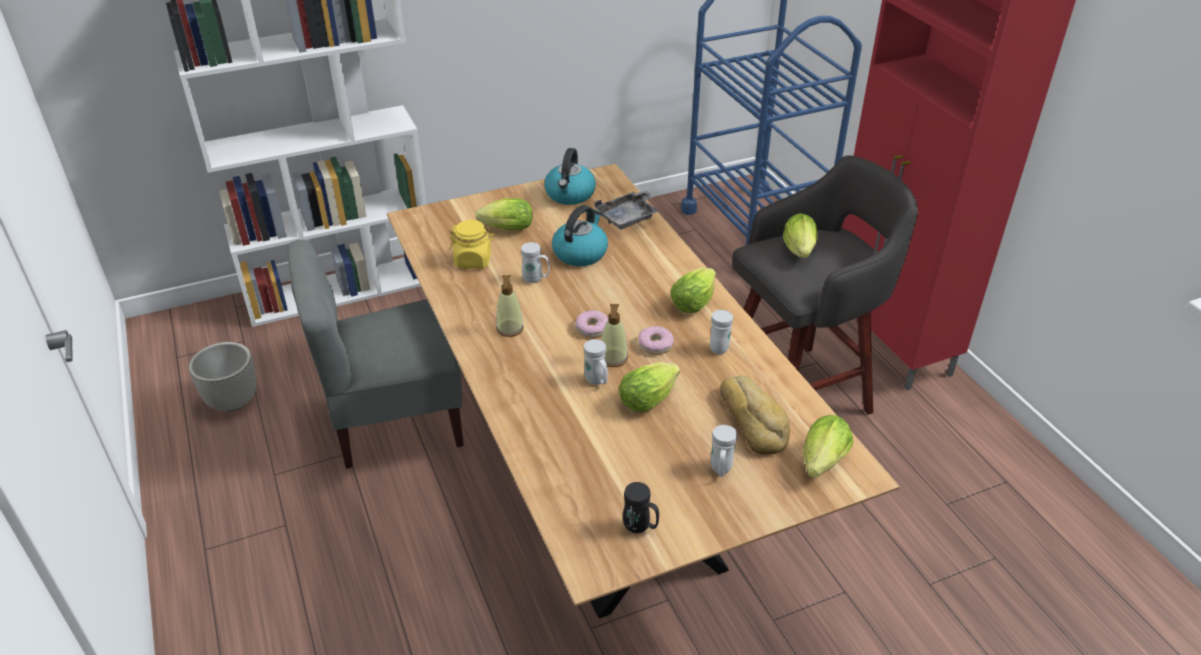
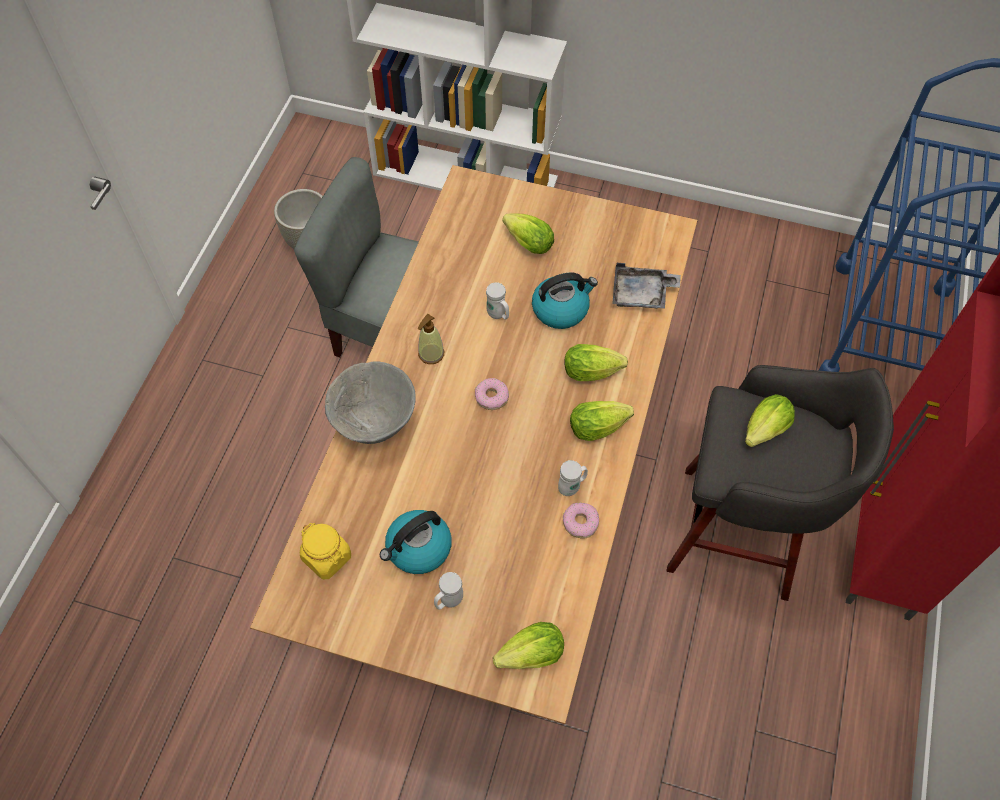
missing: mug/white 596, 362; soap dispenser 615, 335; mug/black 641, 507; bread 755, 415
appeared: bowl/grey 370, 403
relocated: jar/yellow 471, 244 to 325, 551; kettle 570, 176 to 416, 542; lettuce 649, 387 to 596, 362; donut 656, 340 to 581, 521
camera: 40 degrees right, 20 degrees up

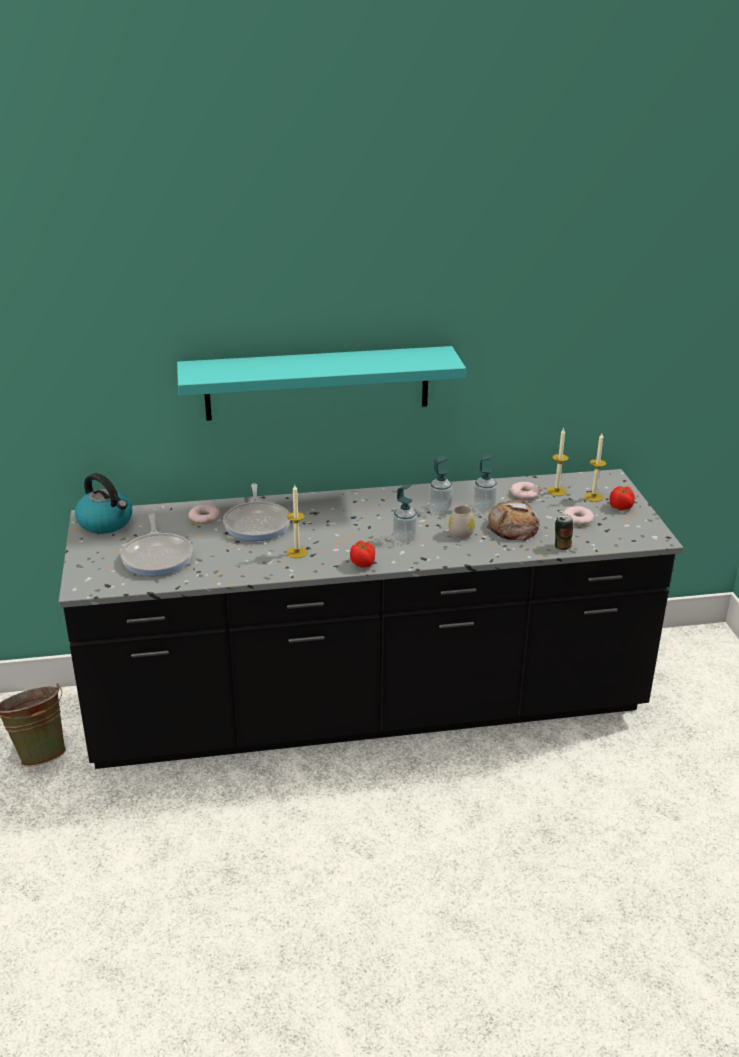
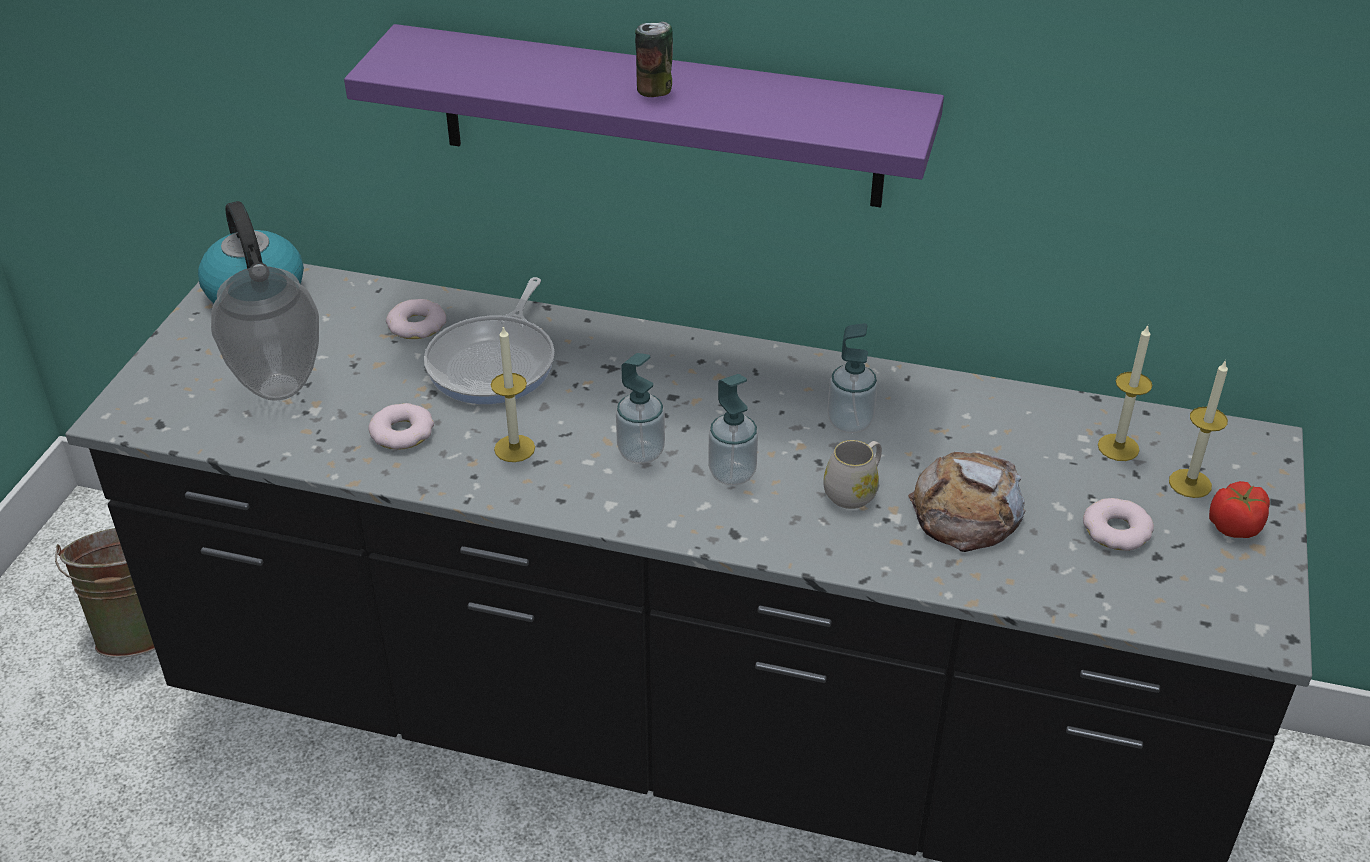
missing: tomato 362, 554
relocated: soap dispenser 485, 483 to 640, 408; donut 525, 491 to 401, 426; can 564, 532 to 654, 59
exchanged: frying pan 156, 545 to vase 265, 333
colour: shelf/turquoise 321, 383 to shelf/purple 644, 116
camera: 25 degrees right, 10 degrees up

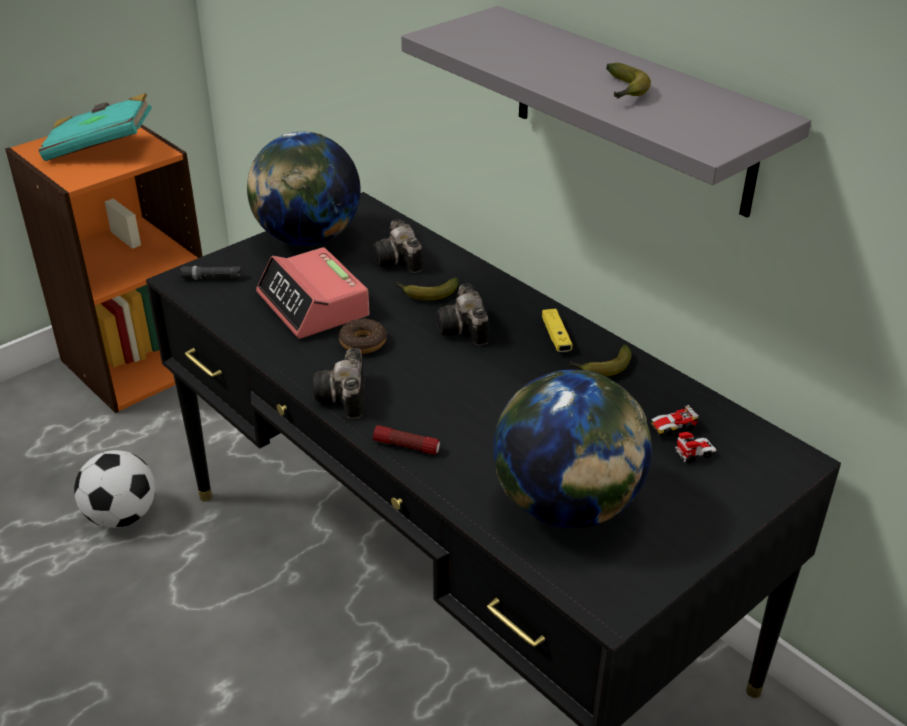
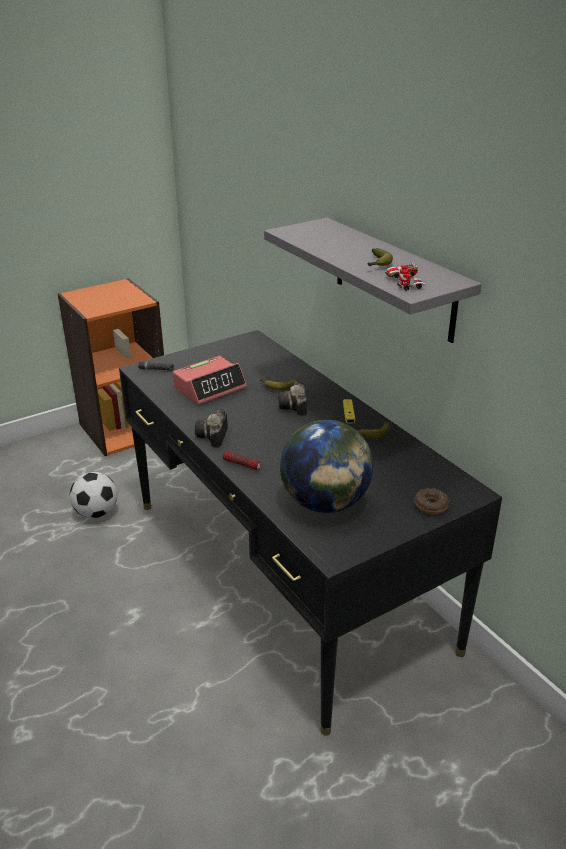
missing: book/turquoise 95, 127; globe 304, 189; photo camera 398, 246
relocated: donut 363, 336 to 432, 501; toy car 683, 434 to 405, 276
spun: alarm clock 312, 293 = 210, 380 105 degrees counterclockwise
camera: 10 degrees right, 5 degrees down

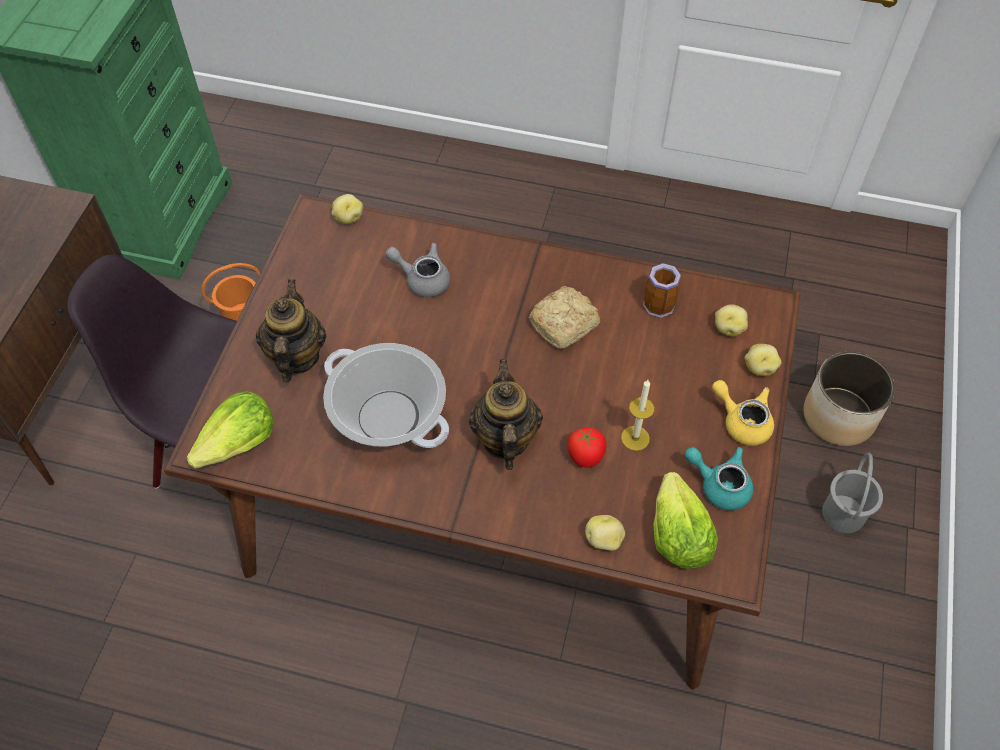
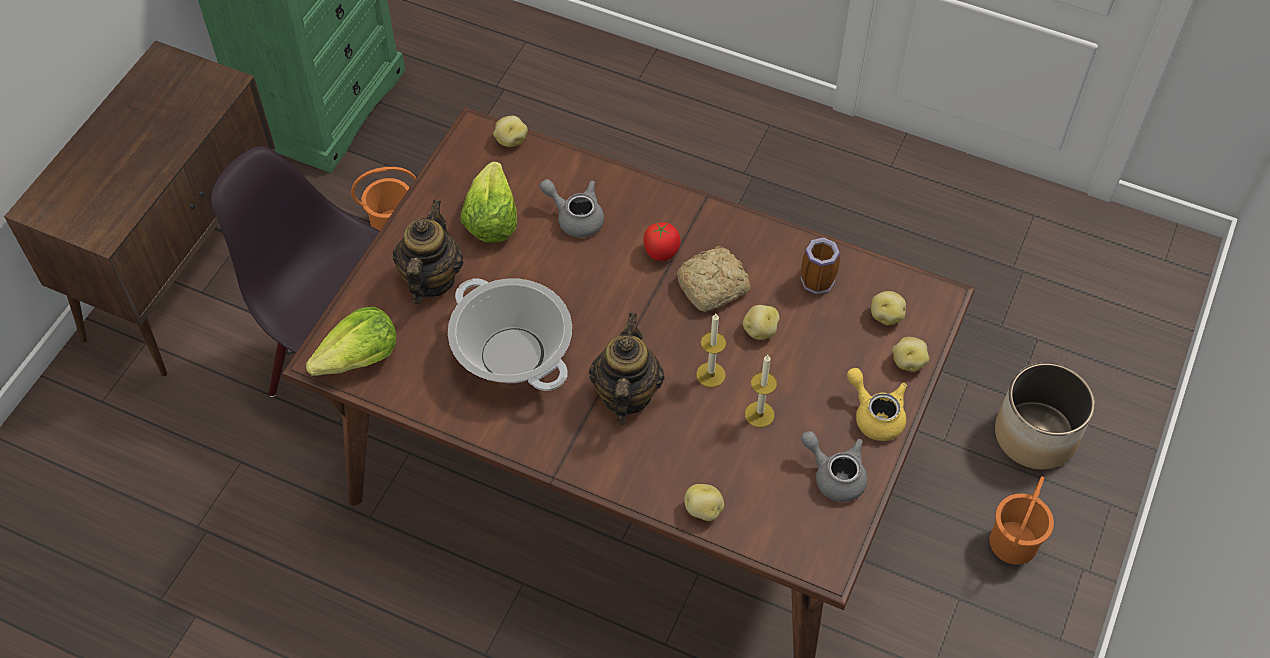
appeared: candle 711, 350; potato 761, 322
relocated: tomato 587, 447 to 662, 241; lettuce 685, 520 to 488, 202
colour: teapot/turquoise 719, 479 to teapot/grey 834, 466; bucket/grey 852, 493 to bucket/orange 1021, 520
camera: 10 degrees right, 0 degrees up

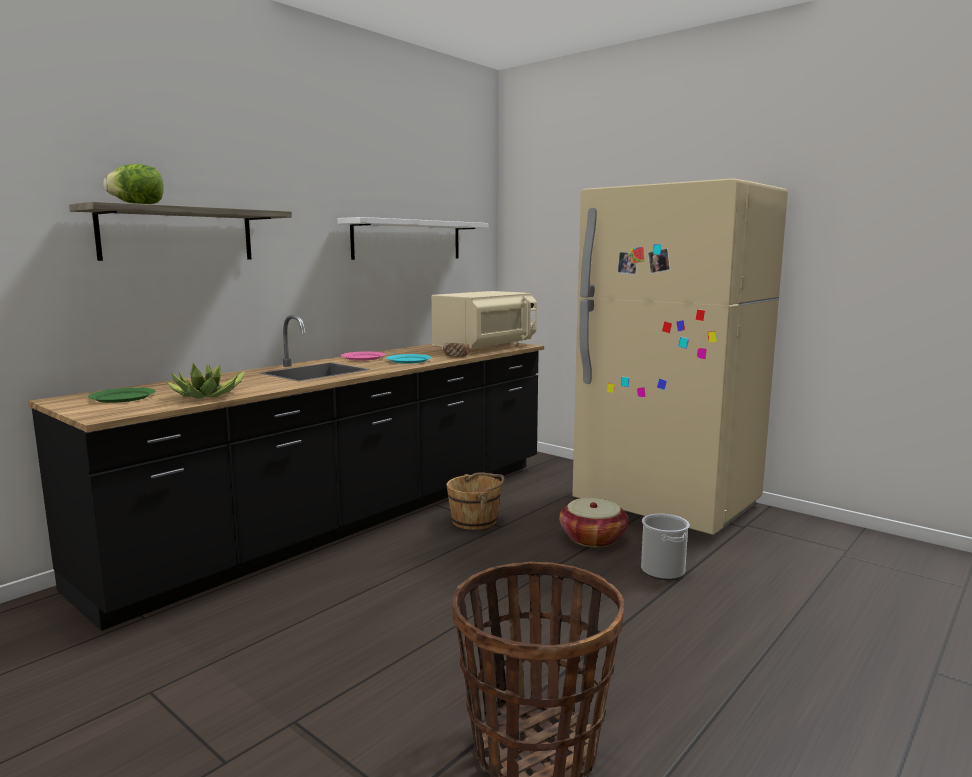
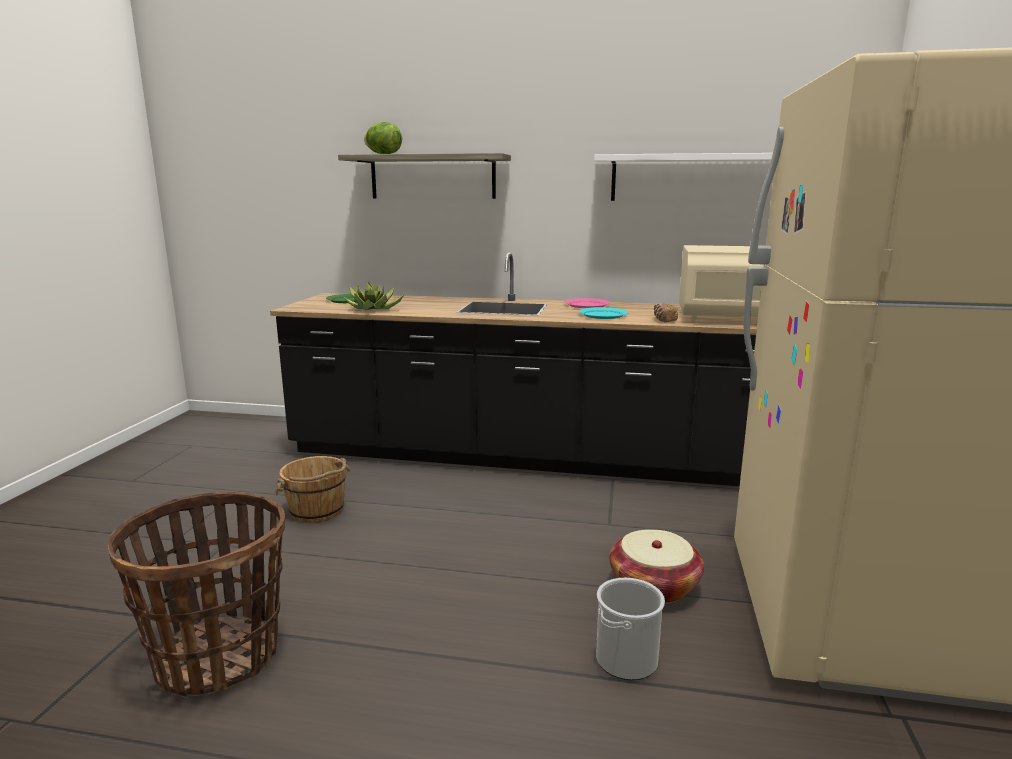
relocated: bucket/brown 475, 501 to 312, 489
camera: 60 degrees right, 5 degrees up

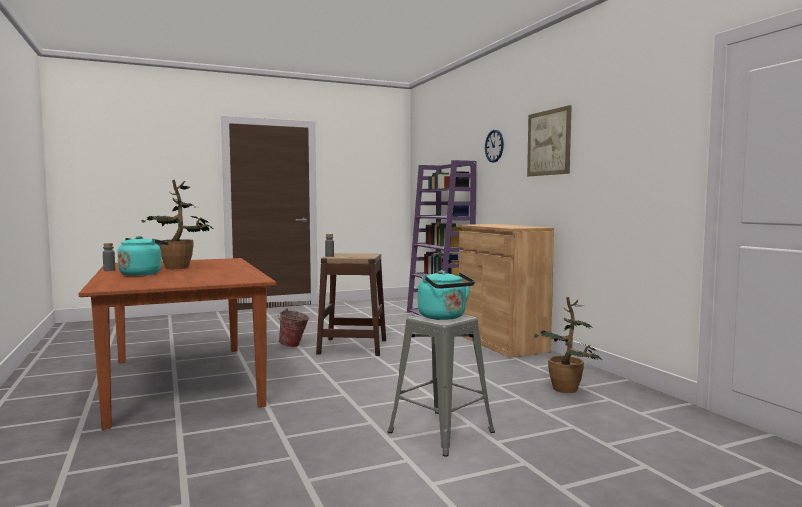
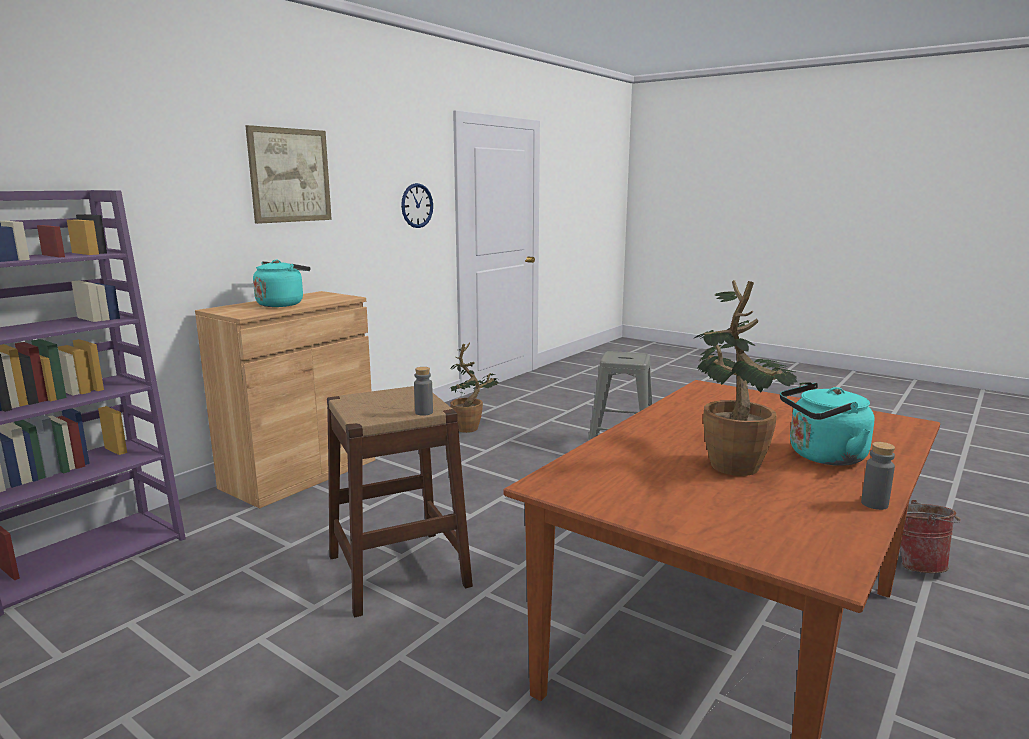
relocated: bucket 293, 327 to 930, 536; kettle/turquoise 446, 295 to 281, 283; wall clock 494, 146 to 417, 205
camera: 120 degrees left, 10 degrees up

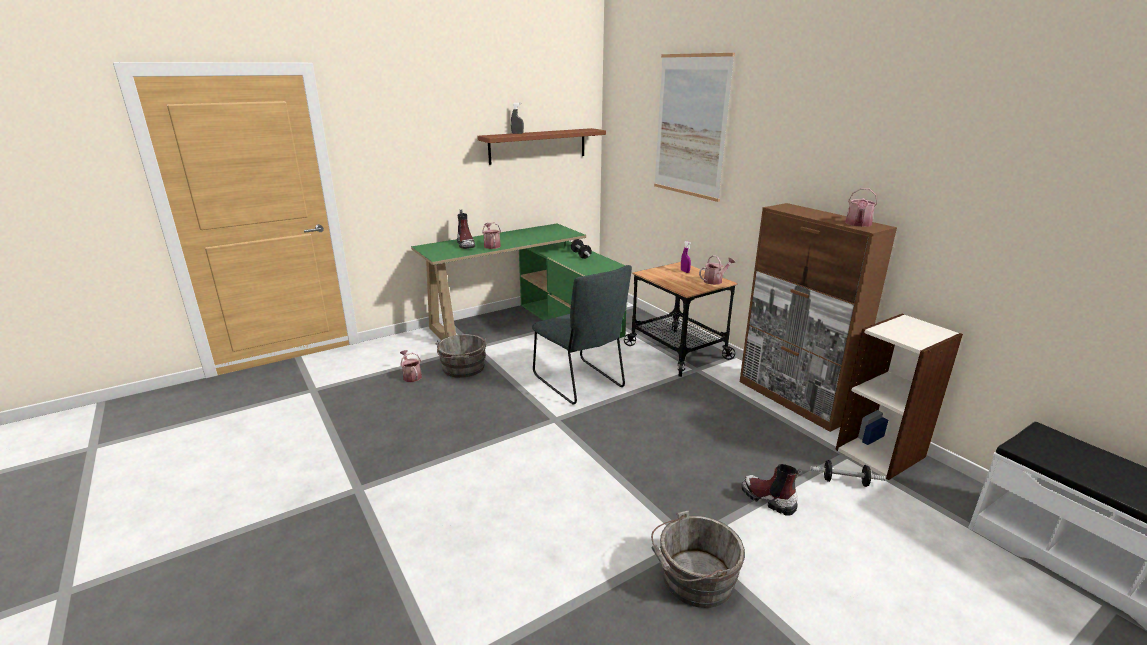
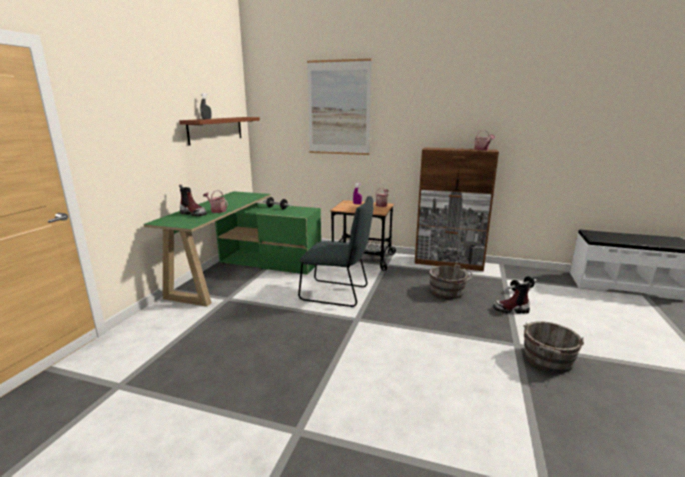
missing: watering can 411, 366; bookcase 899, 397
relocated: bucket/grey 461, 356 to 450, 281
camera: 40 degrees left, 5 degrees down

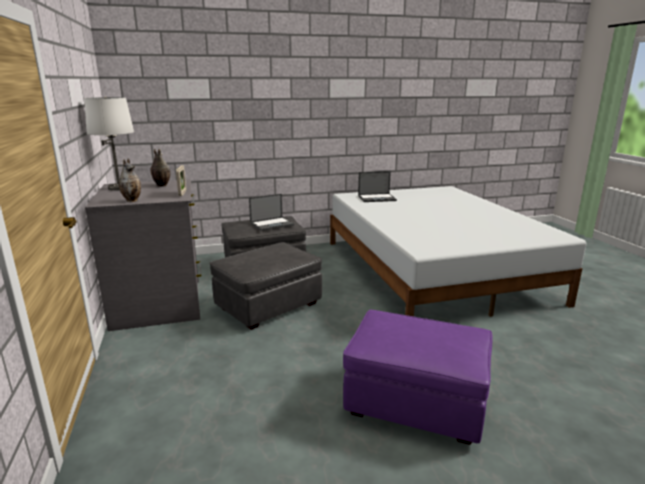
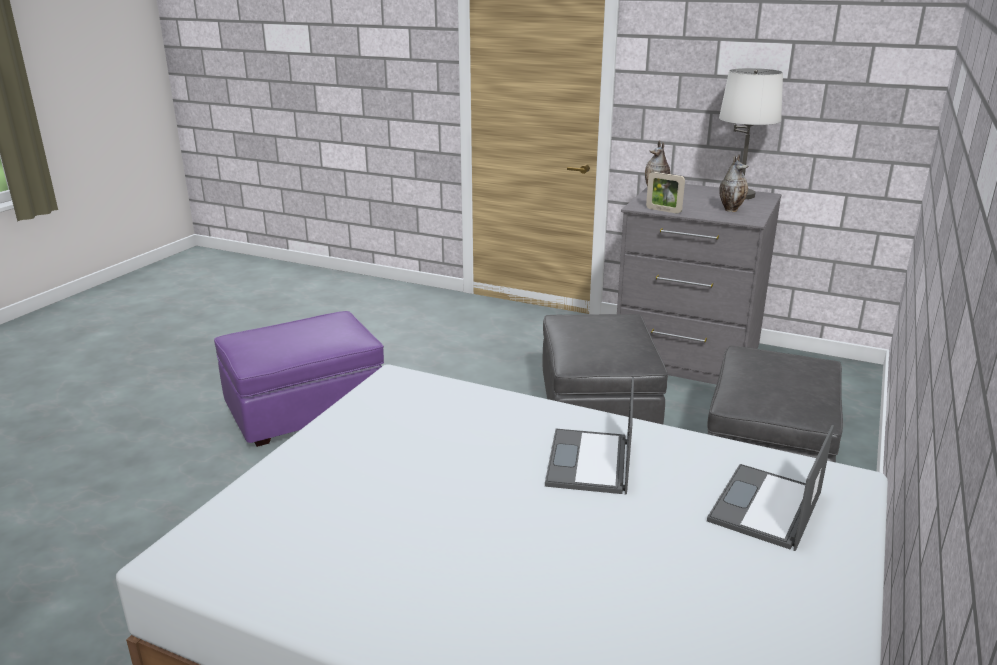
relocated: laptop 271, 212 to 589, 436
camera: 130 degrees right, 5 degrees up

